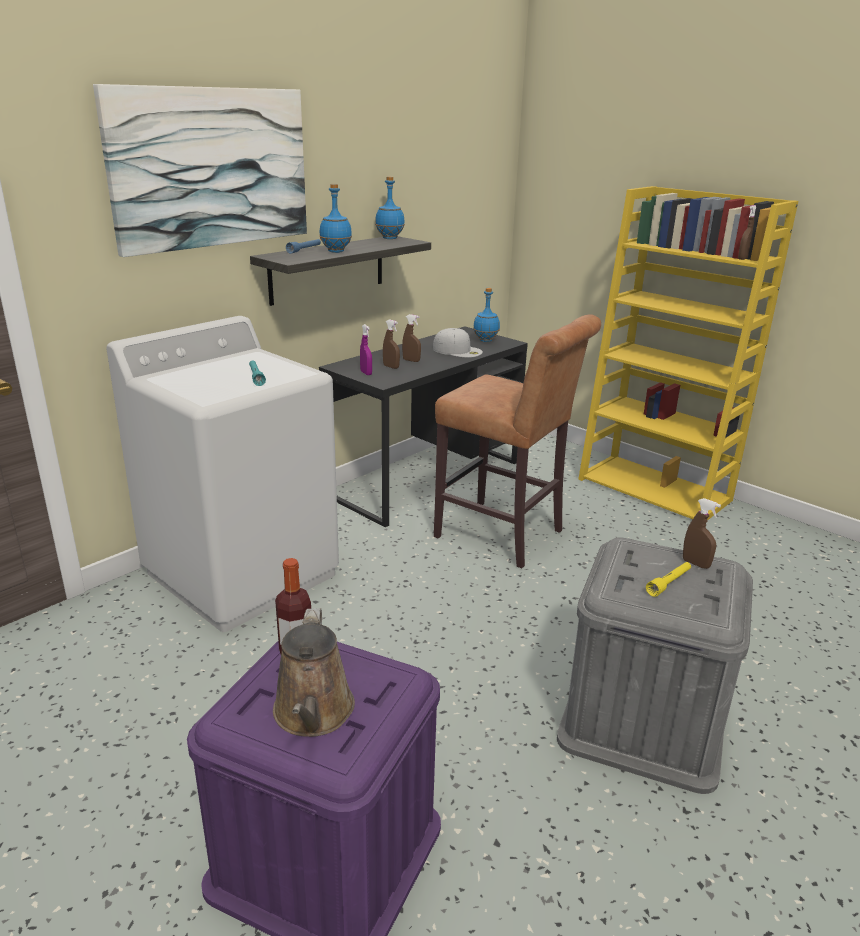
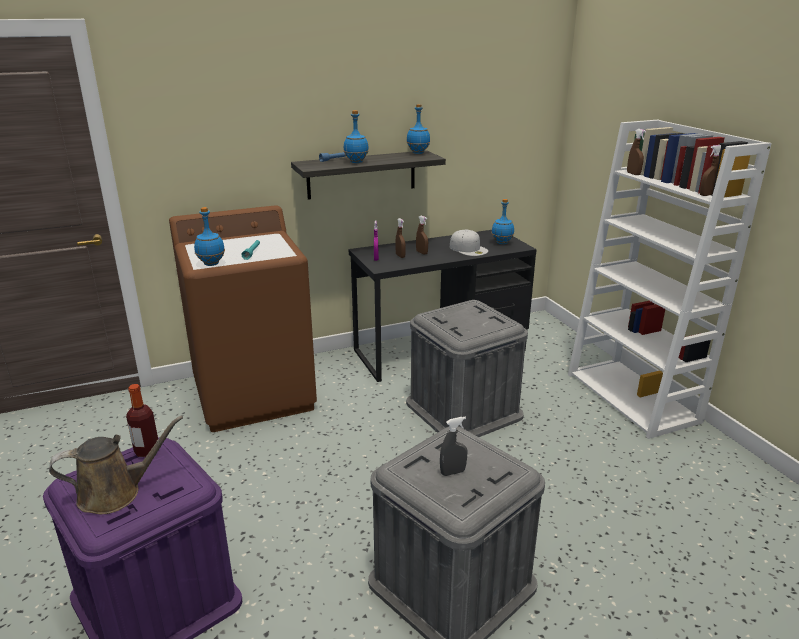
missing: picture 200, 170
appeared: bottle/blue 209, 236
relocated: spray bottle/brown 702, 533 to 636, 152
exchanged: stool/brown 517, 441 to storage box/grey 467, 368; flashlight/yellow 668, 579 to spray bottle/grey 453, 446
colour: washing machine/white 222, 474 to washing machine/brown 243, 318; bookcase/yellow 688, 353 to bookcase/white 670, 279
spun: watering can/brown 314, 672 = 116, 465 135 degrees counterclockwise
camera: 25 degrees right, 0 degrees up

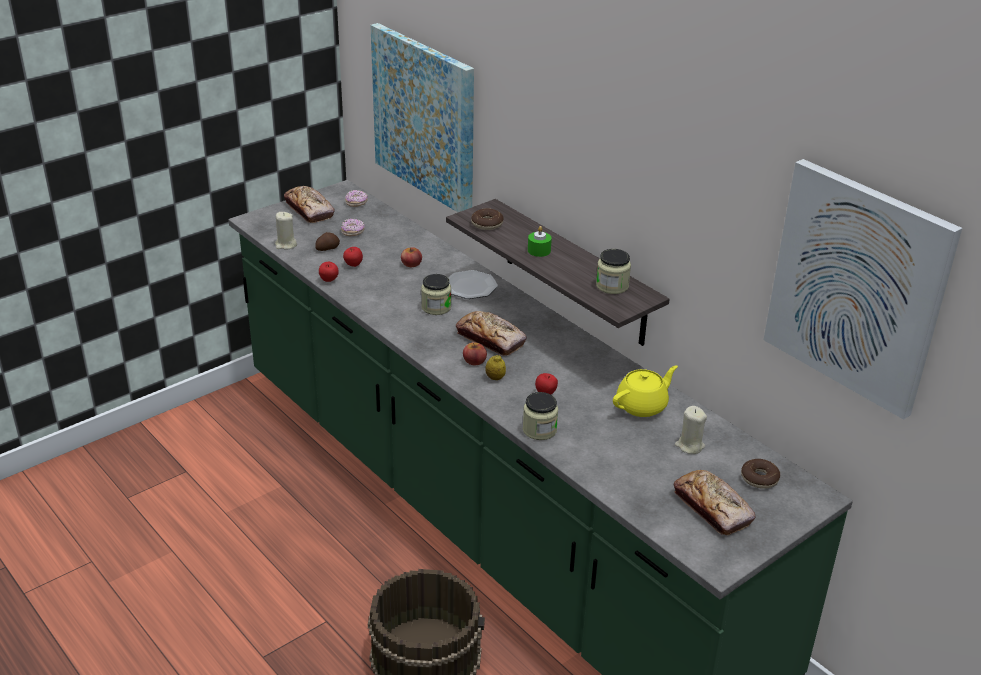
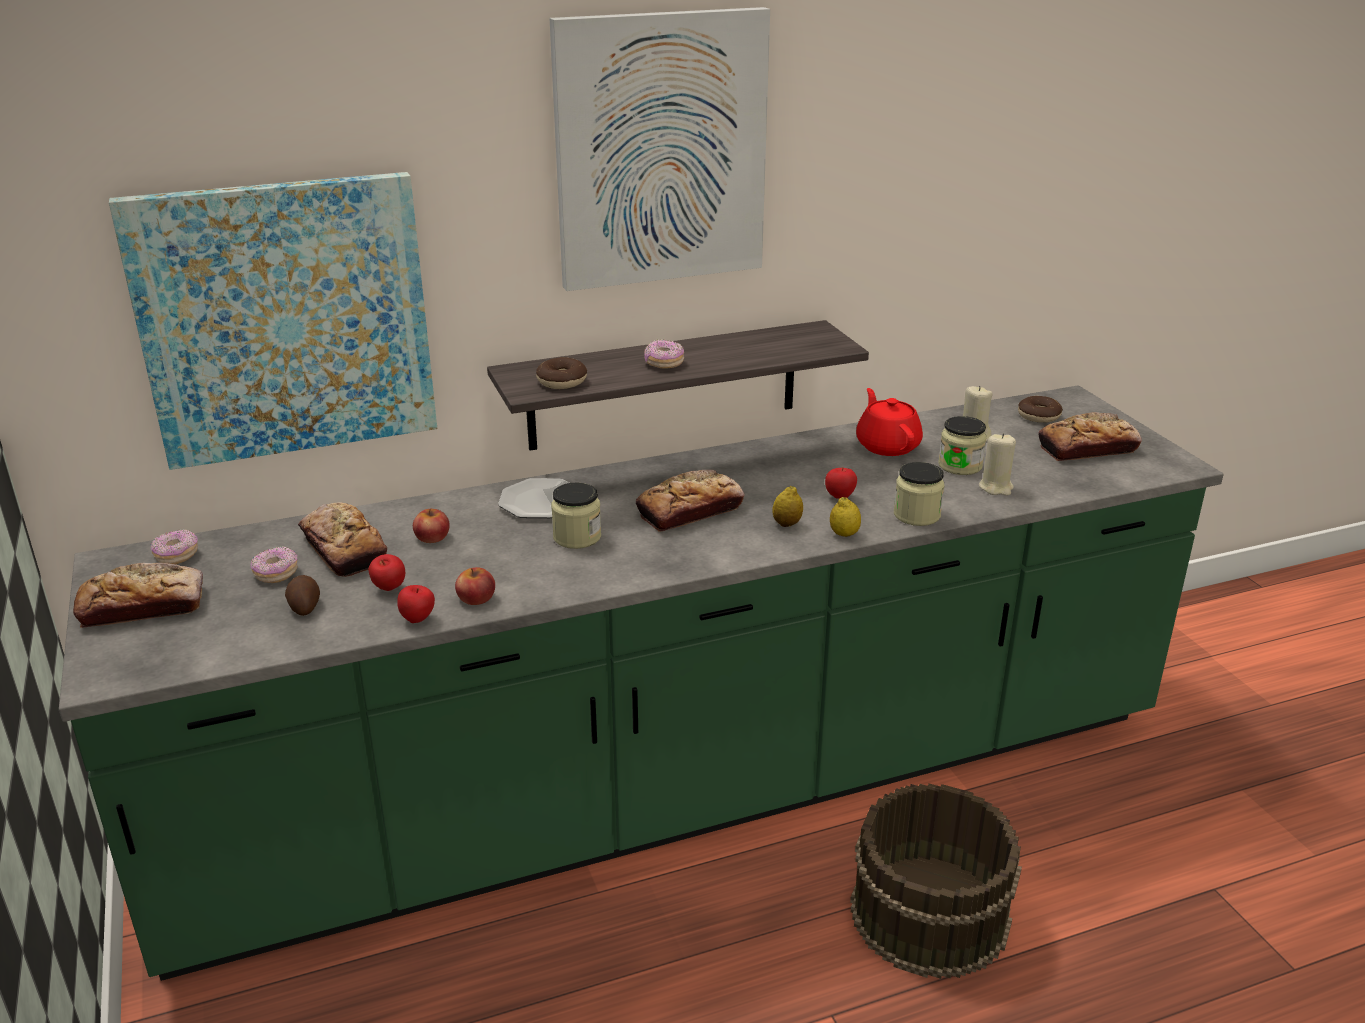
appeared: bread 342, 539; lemon 845, 517
relocated: candle/beige 286, 231 to 997, 464; apple 475, 353 to 475, 586; jar 613, 271 to 962, 445; picture 862, 289 to 659, 149
exchanged: candle/green 540, 241 to donut 664, 354
colour: teapot/yellow 645, 391 to teapot/red 889, 422
camera: 70 degrees left, 5 degrees down

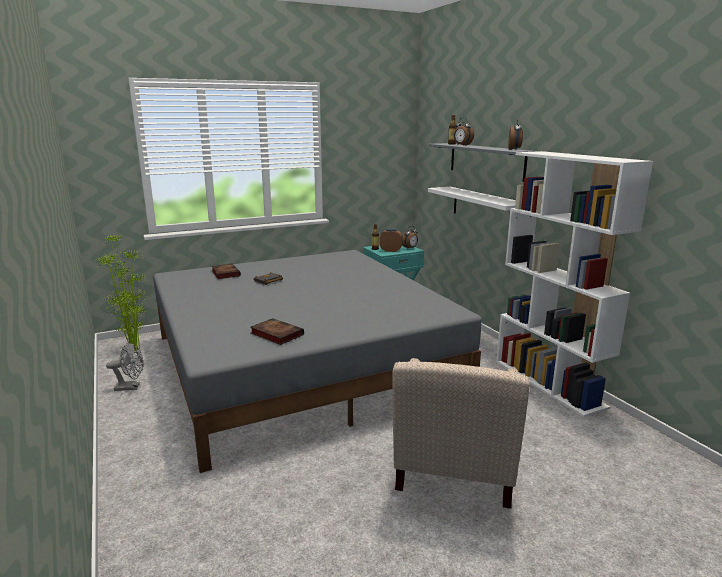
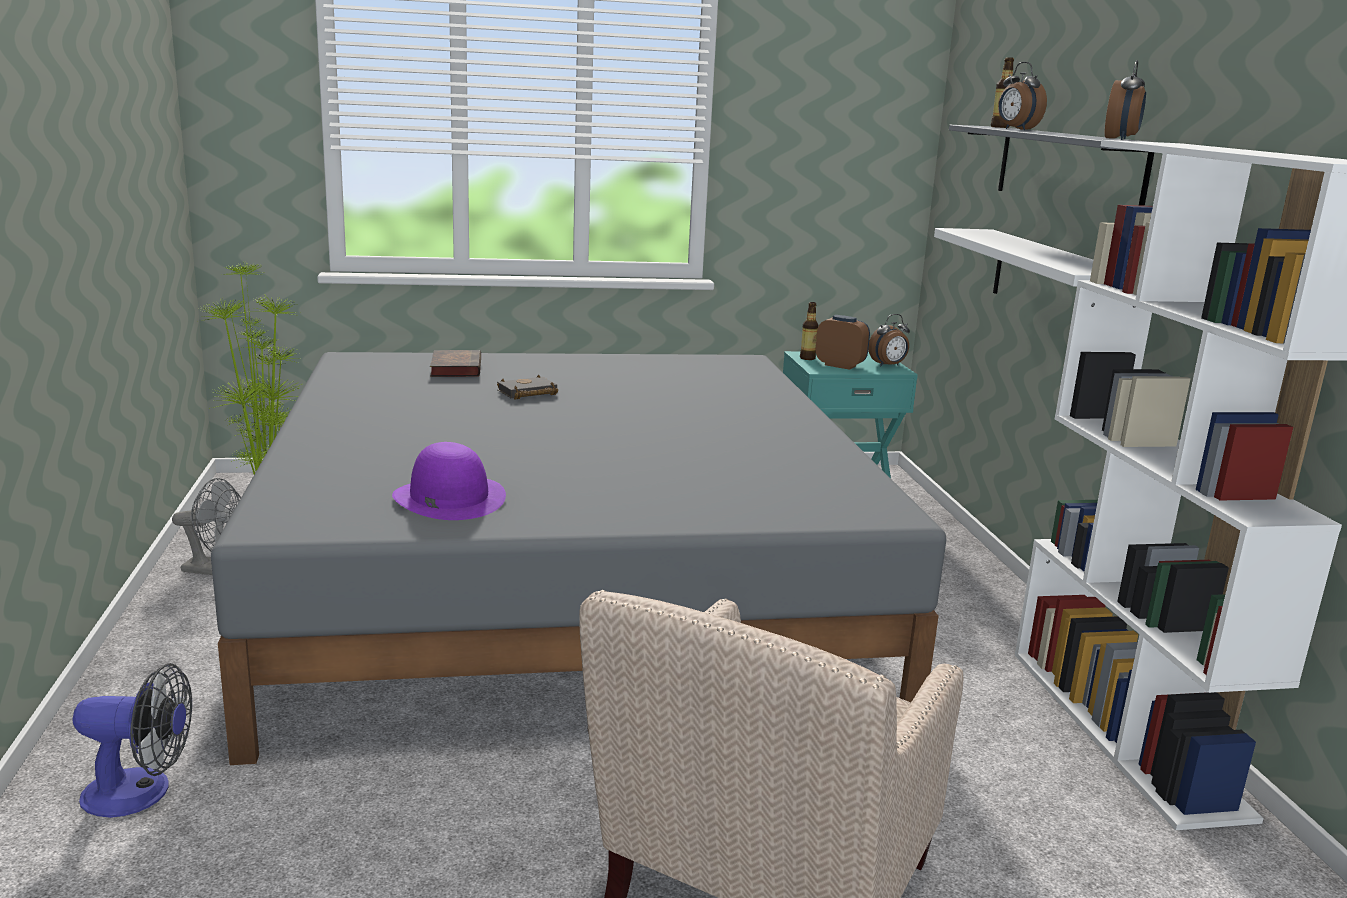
appeared: fan 132, 740
exchanged: book 277, 331 to hat/purple 449, 481
camera: 15 degrees right, 0 degrees up

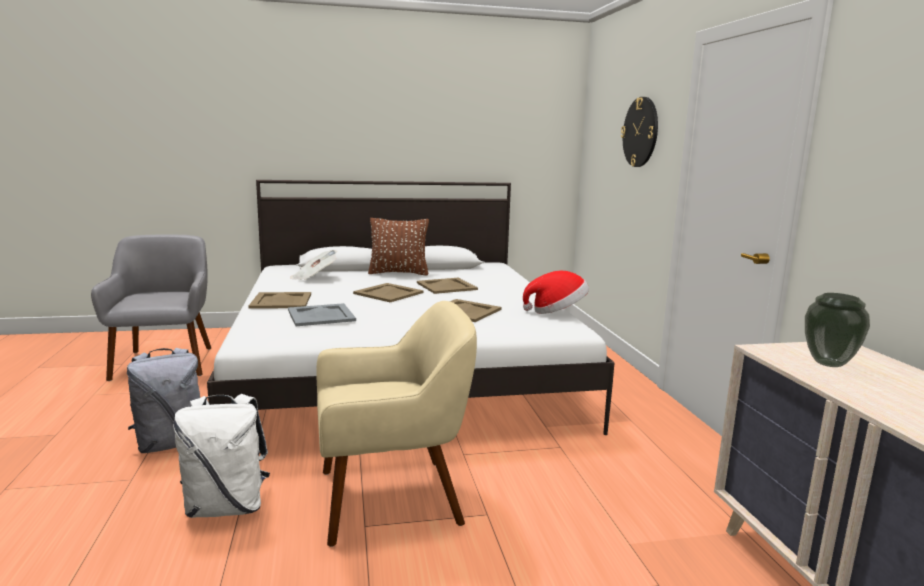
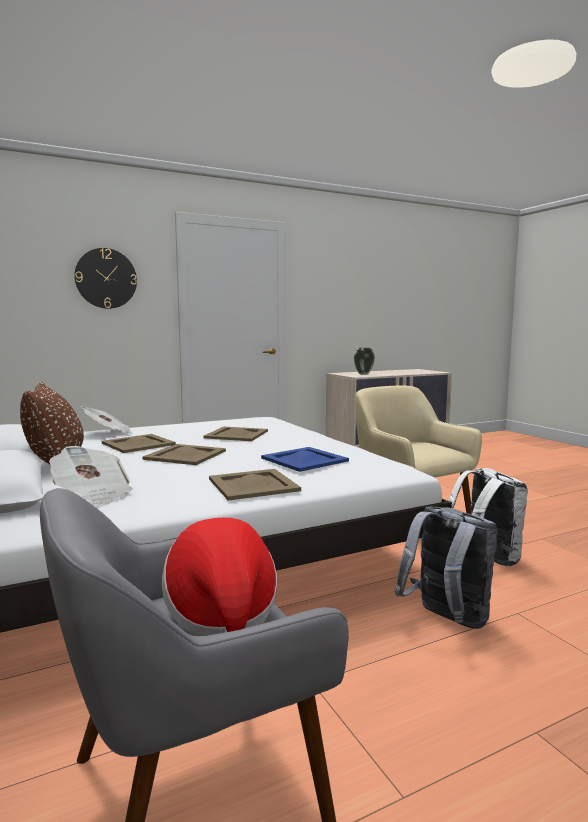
appeared: newspaper 106, 420
relocated: hat 556, 292 to 219, 577
colour: tray/grey 322, 314 to tray/blue 305, 459
camera: 105 degrees left, 5 degrees down

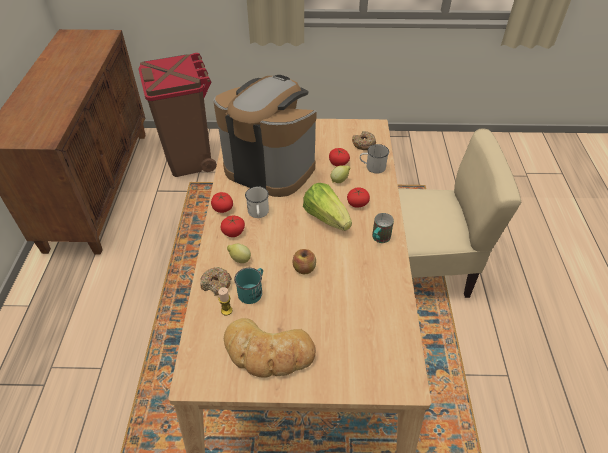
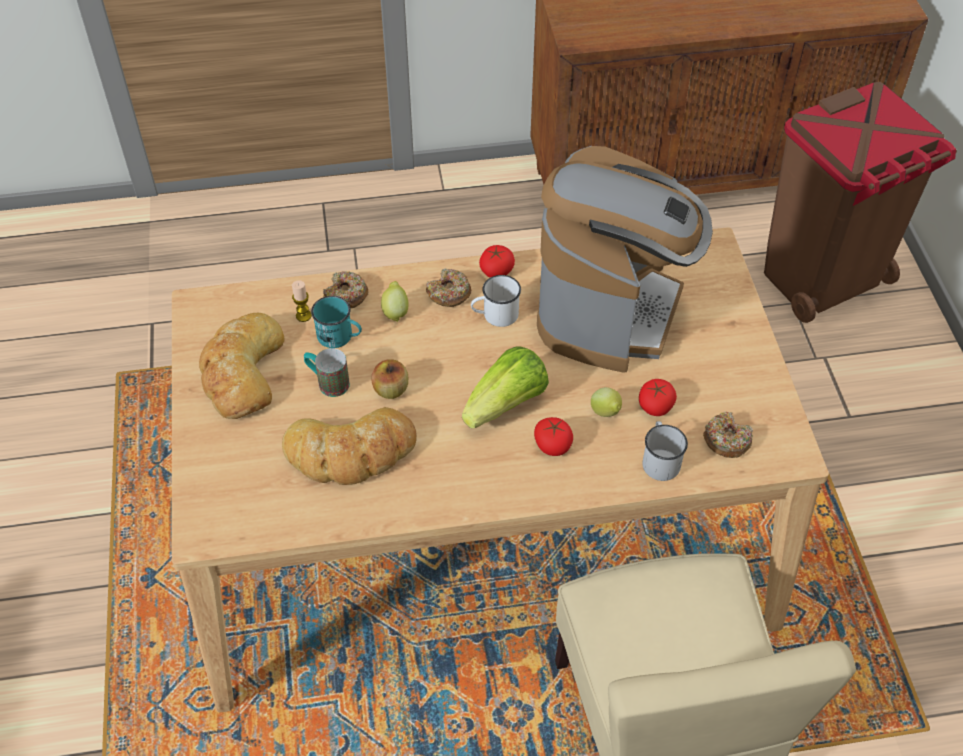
appeared: bread 349, 446
relocated: mug 383, 228 to 327, 372
exchanged: tomato 233, 226 to donut 448, 287
camera: 80 degrees right, 5 degrees up

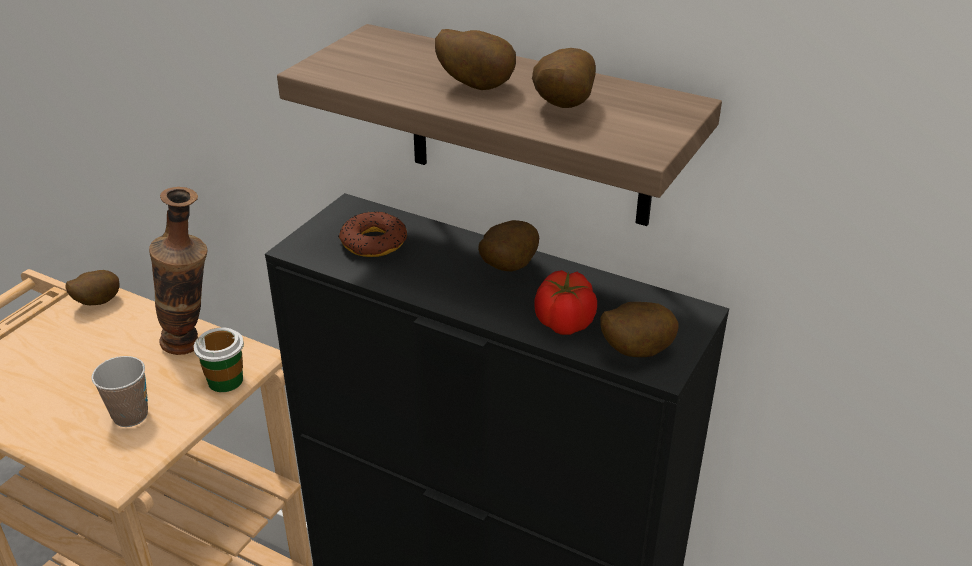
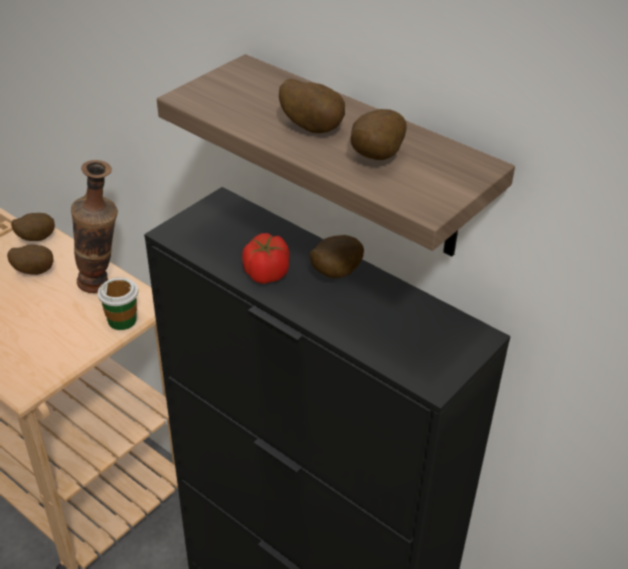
missing: cup 120, 391; donut 372, 234
relocated: tomato 565, 302 to 266, 258; potato 639, 329 to 30, 259
camera: 10 degrees right, 5 degrees up

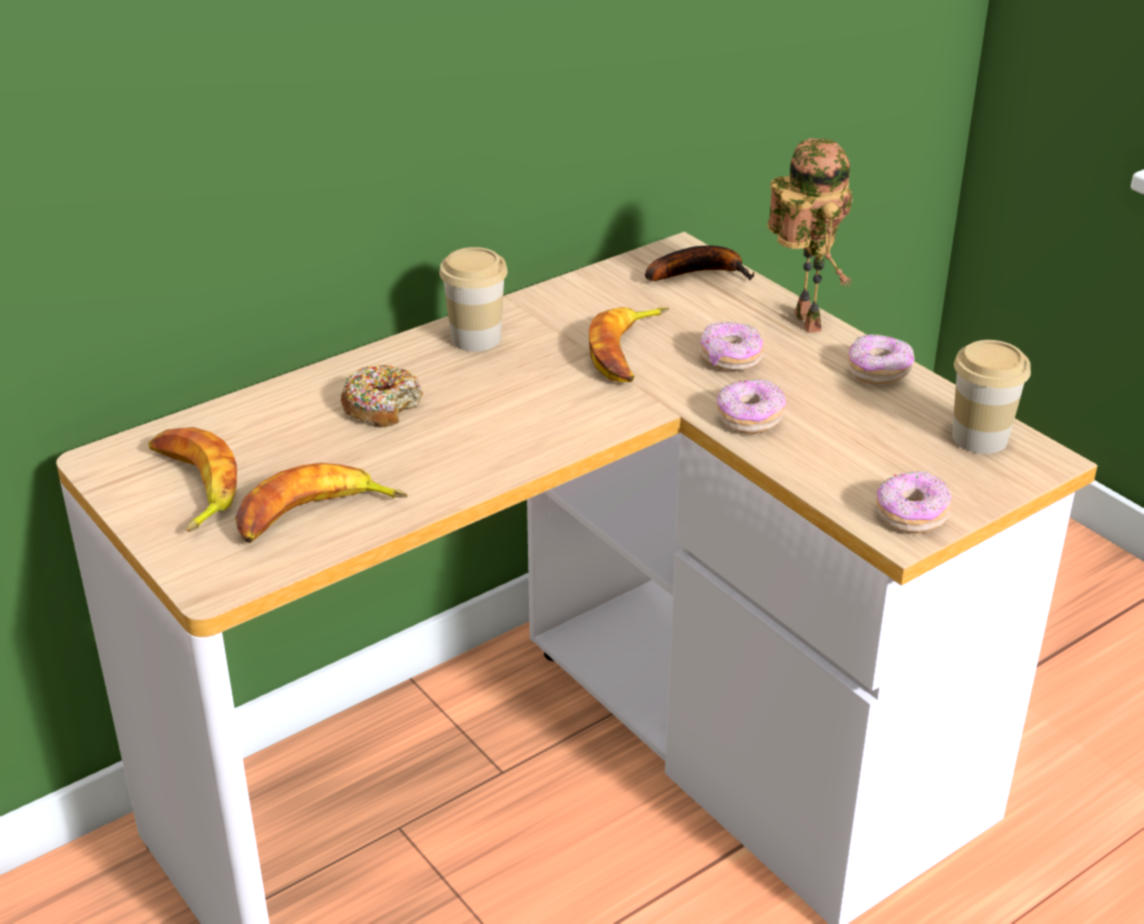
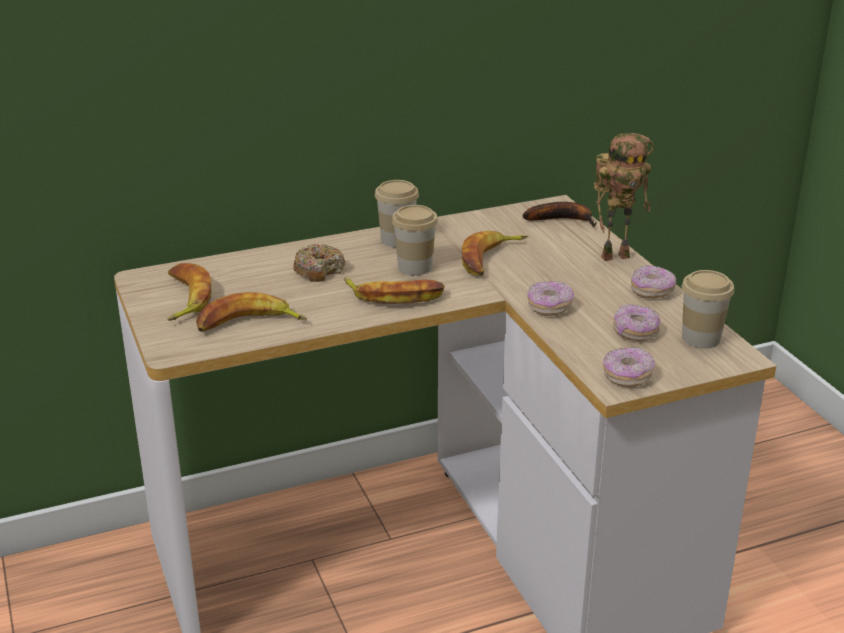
appeared: banana 394, 291; cup 415, 240
relocated: donut 731, 346 to 636, 322
spun: toy robot 809, 235 = 624, 197 75 degrees clockwise
camera: 15 degrees right, 5 degrees down

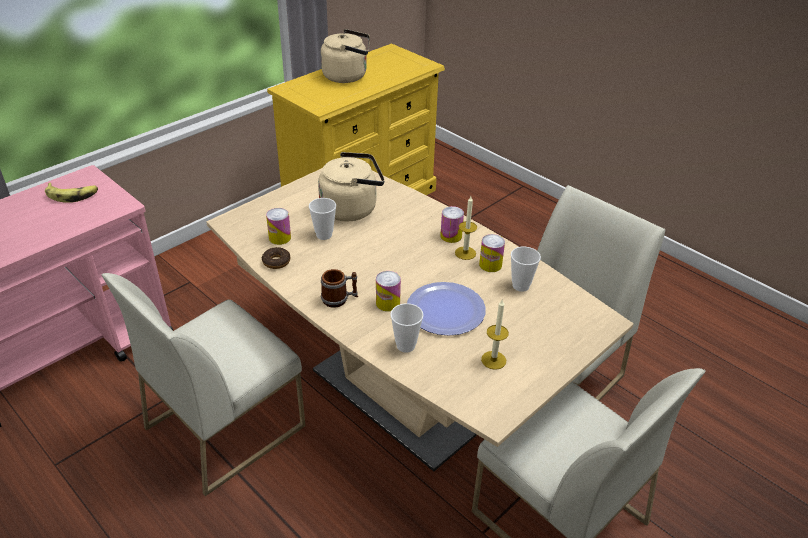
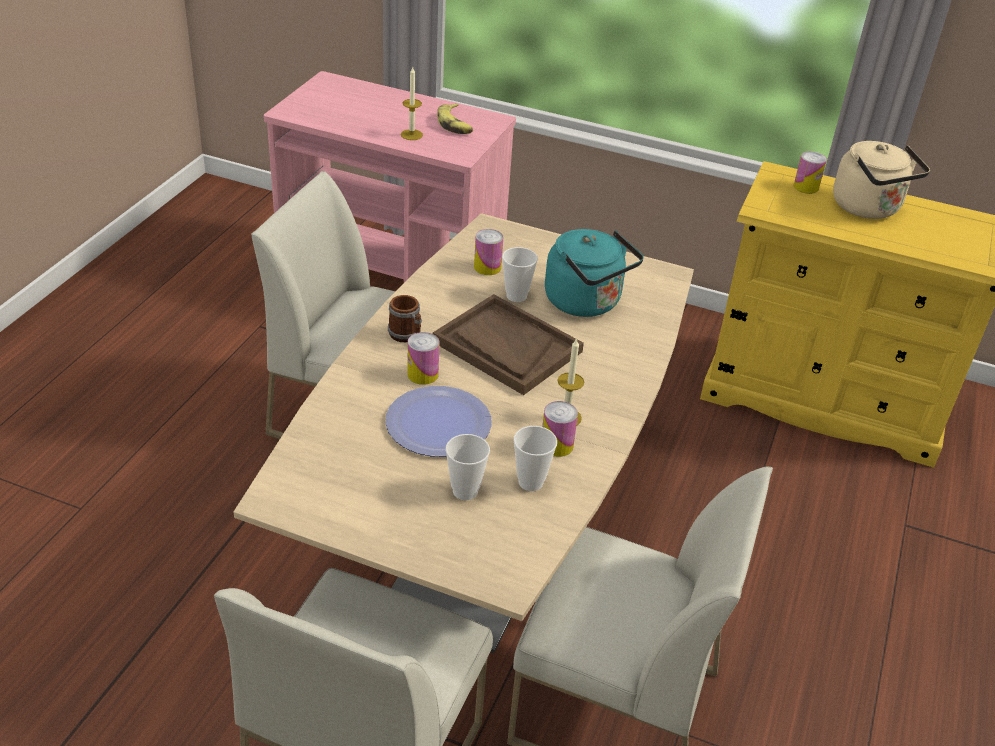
missing: donut 276, 258
appeared: tray/brown 508, 344
relocated: cup 407, 328 to 467, 467; can 452, 224 to 810, 172; candle 495, 335 to 412, 103
colour: kettle/beige 351, 186 to kettle/turquoise 594, 273
camera: 65 degrees right, 0 degrees up

